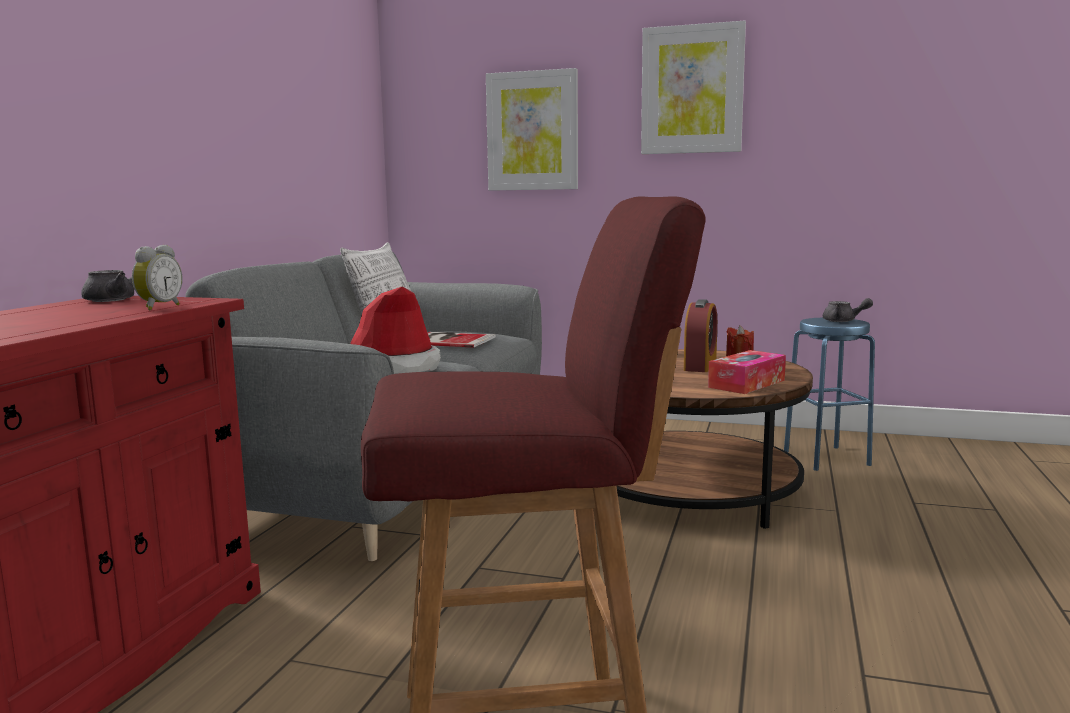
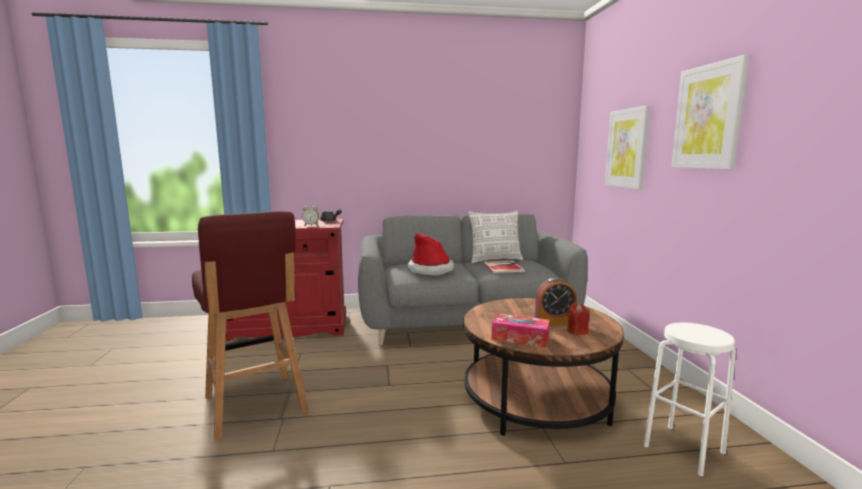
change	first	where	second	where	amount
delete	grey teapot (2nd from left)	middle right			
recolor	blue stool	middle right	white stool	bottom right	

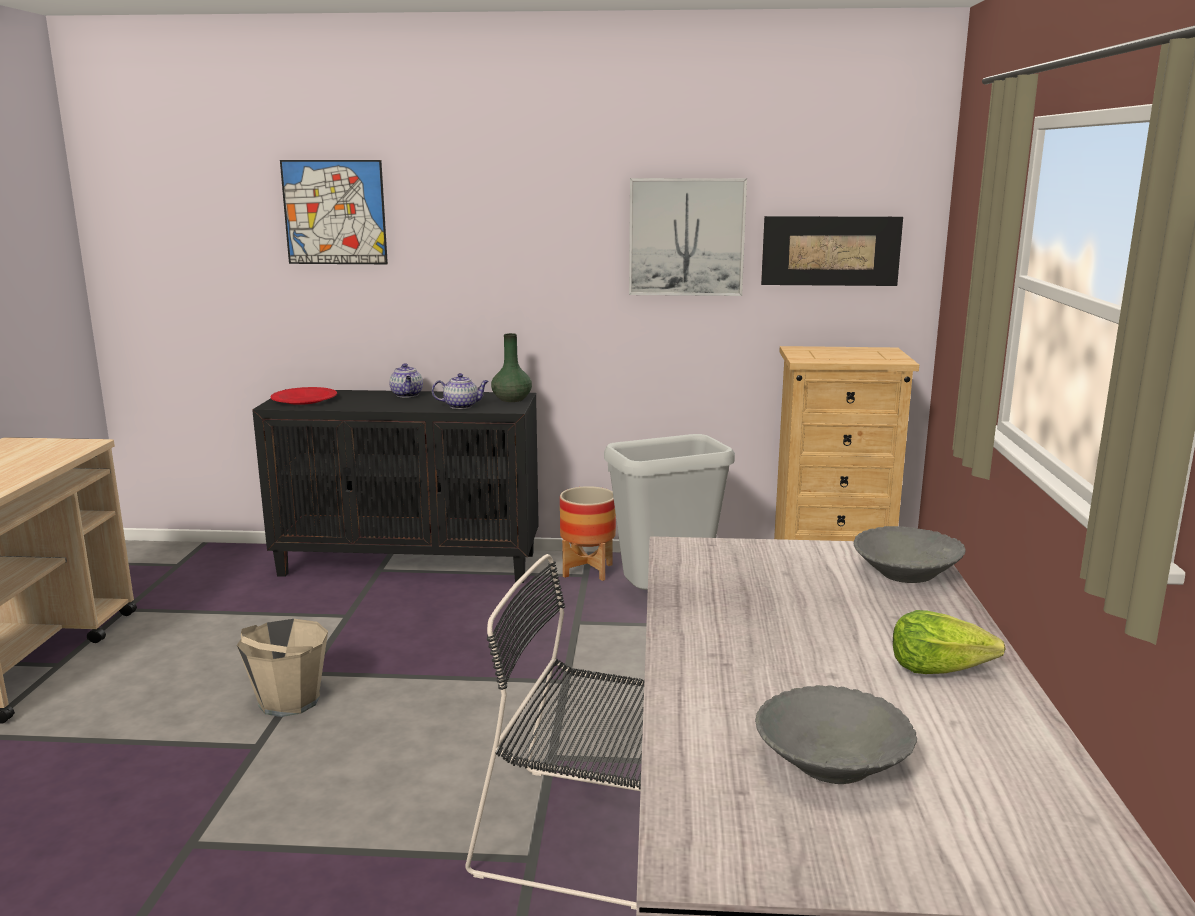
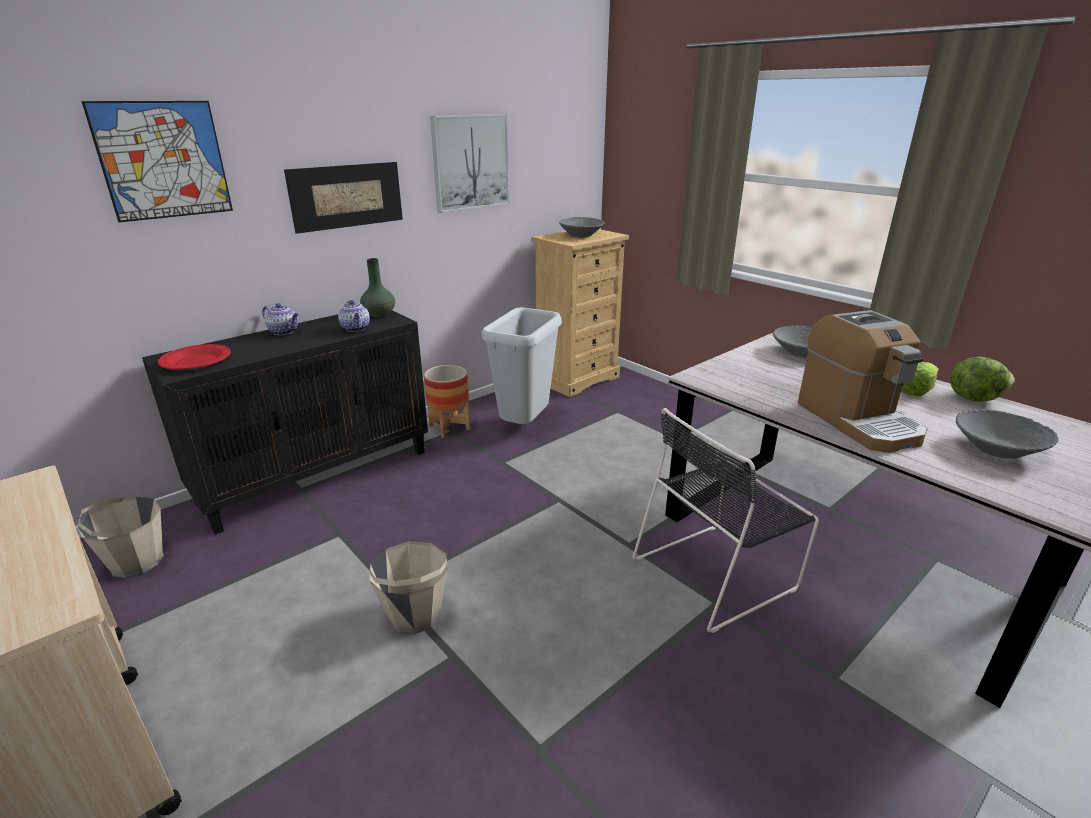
change	first	where	second	where	amount
move	picture (3rd from left in the first image)	top right	picture (2nd from left)	top left	
rotate	teapot (2nd from left)	centre		middle left	120 degrees clockwise
insert			grey bowl (1st from left)	top centre	
insert			coffee machine	middle right	
insert			lettuce (2nd from left)	middle right	
insert			beige bucket (1st from left)	middle left	

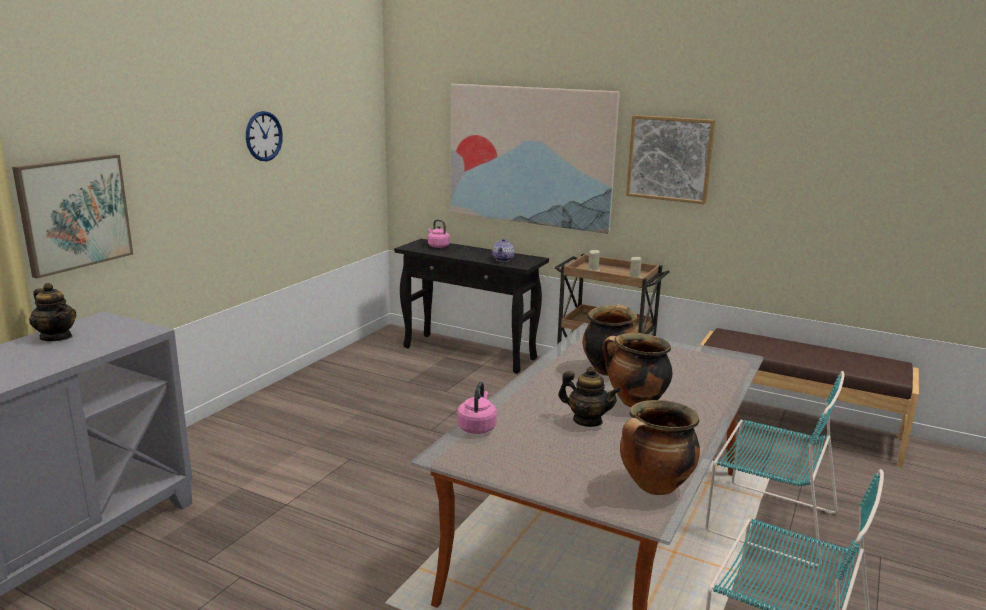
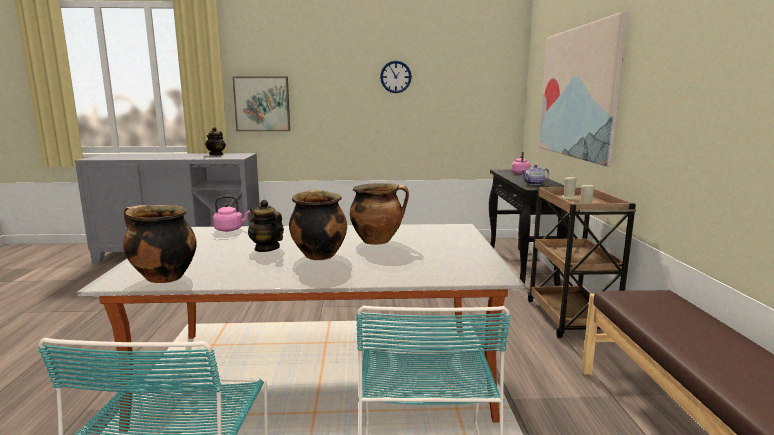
change	first	where	second	where	amount
delete	picture (3rd from left)	top right			
rotate	teapot (3rd from left in the first image)	centre	teapot (2nd from left)	centre	135 degrees clockwise

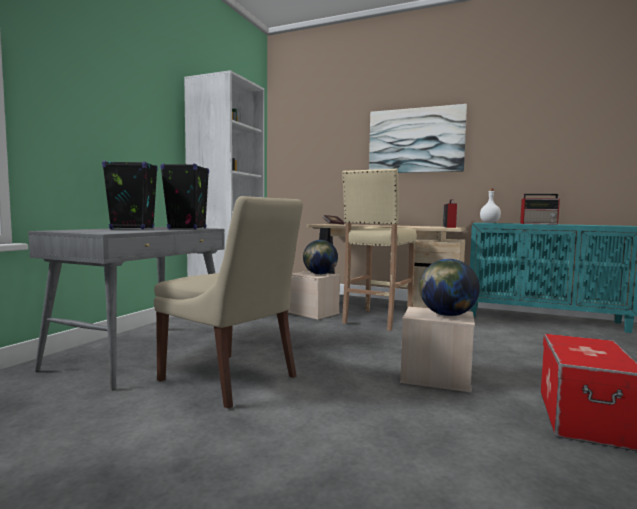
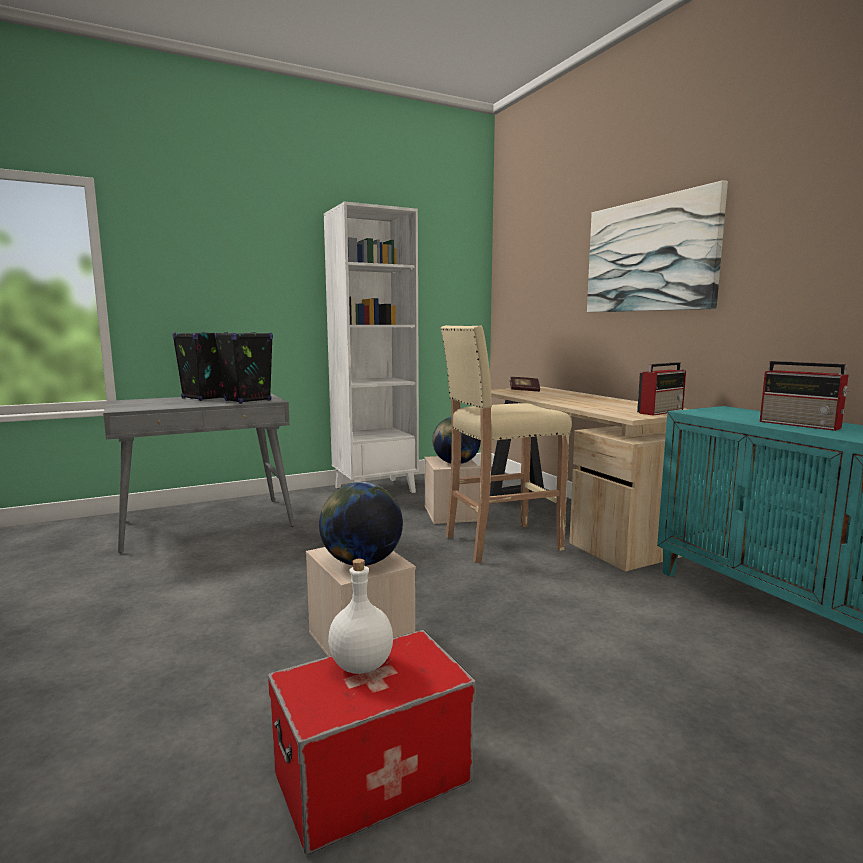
change	first	where	second	where	amount
move	white bottle	middle right		bottom centre	
delete	beige chair	centre			

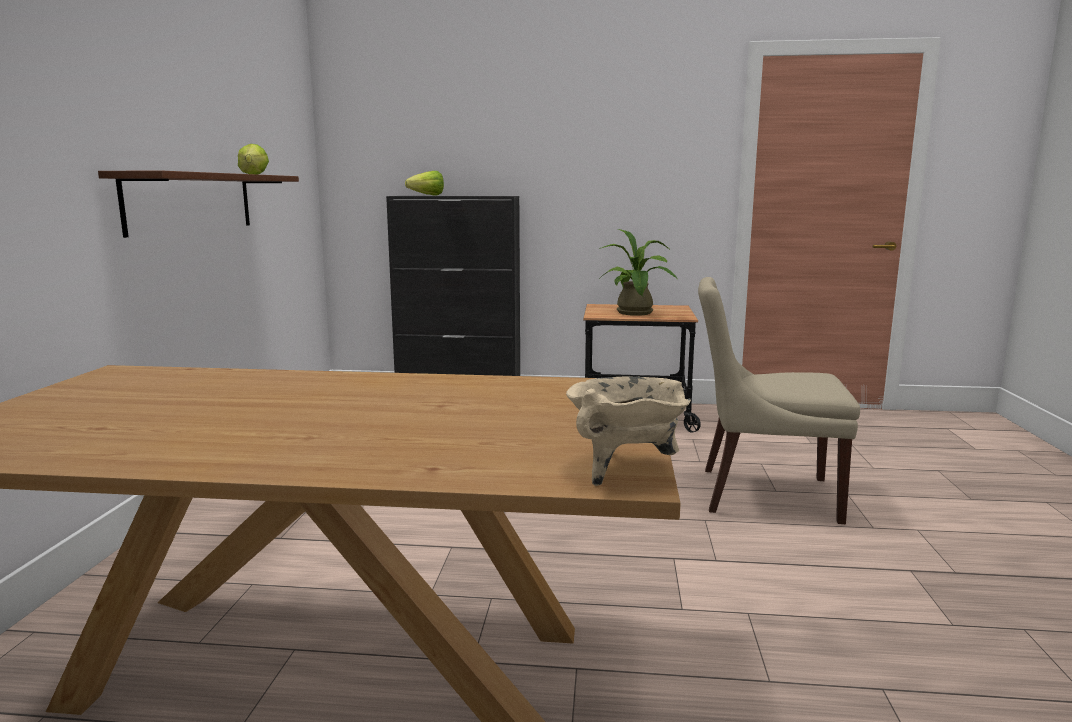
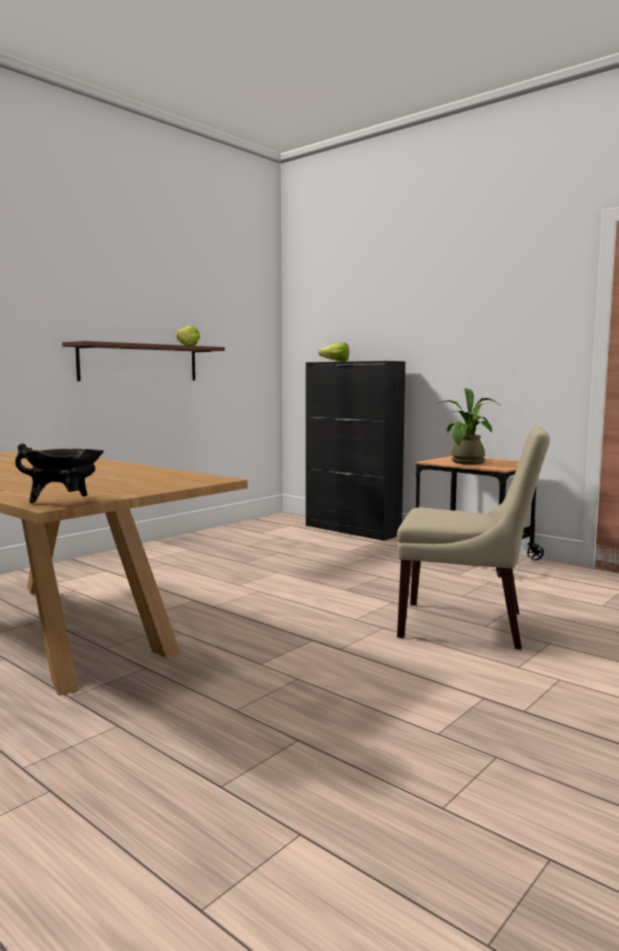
change	first	where	second	where	amount
rotate	beige chair	middle right		middle right	150 degrees clockwise
recolor	beige cooking pot	centre	black cooking pot	middle left	

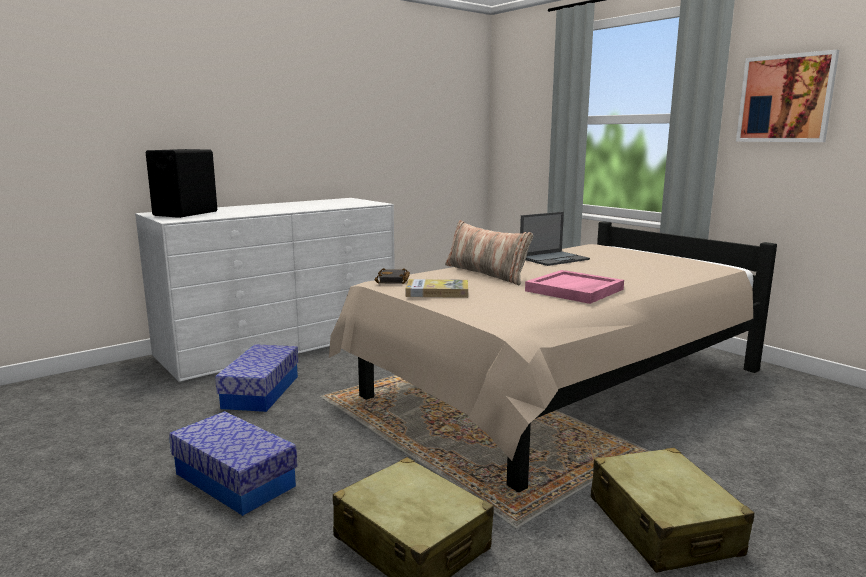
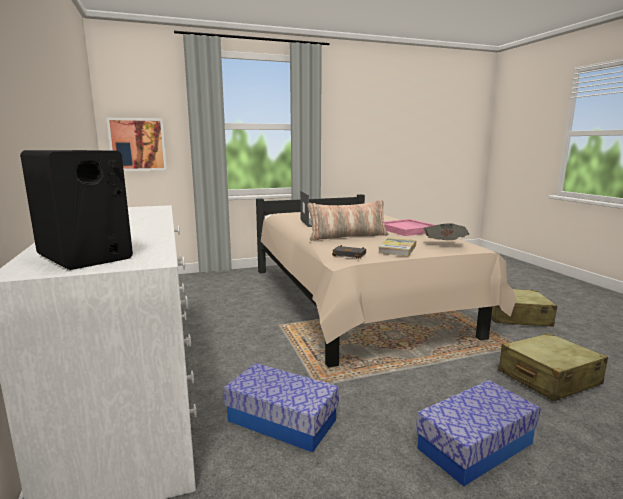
change	first	where	second	where	amount
move	picture	top right		top left	
insert			newspaper	middle right	

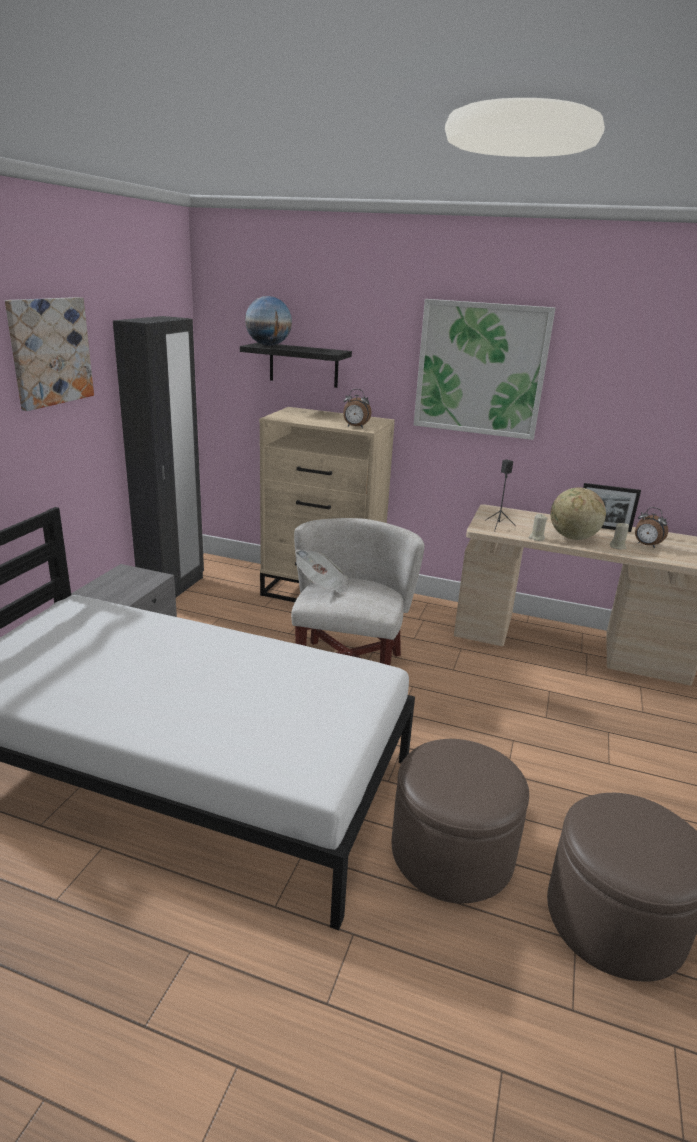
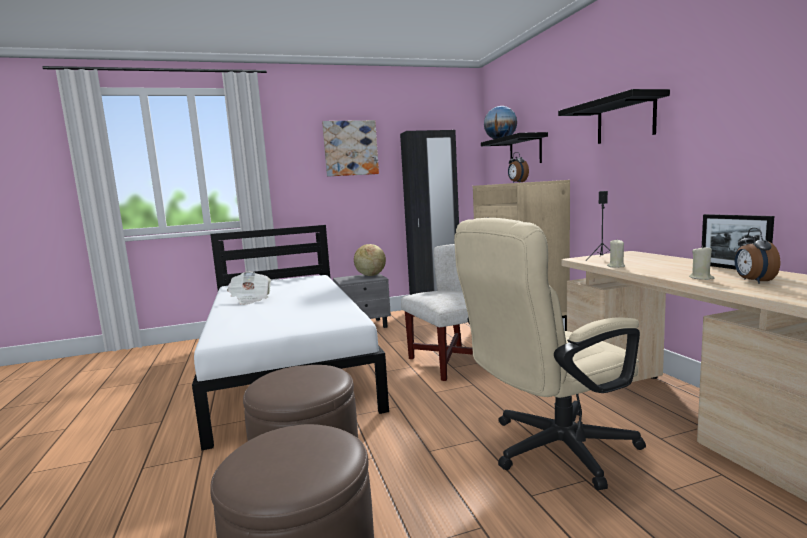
change	first	where	second	where	amount
replace	picture (2nd from left)	top right	black shelf (2nd from left)	top right	
move	globe (2nd from left in the first image)	middle right	globe (1st from left)	centre	
move	newspaper	centre		middle left	
insert			beige office chair	middle right	

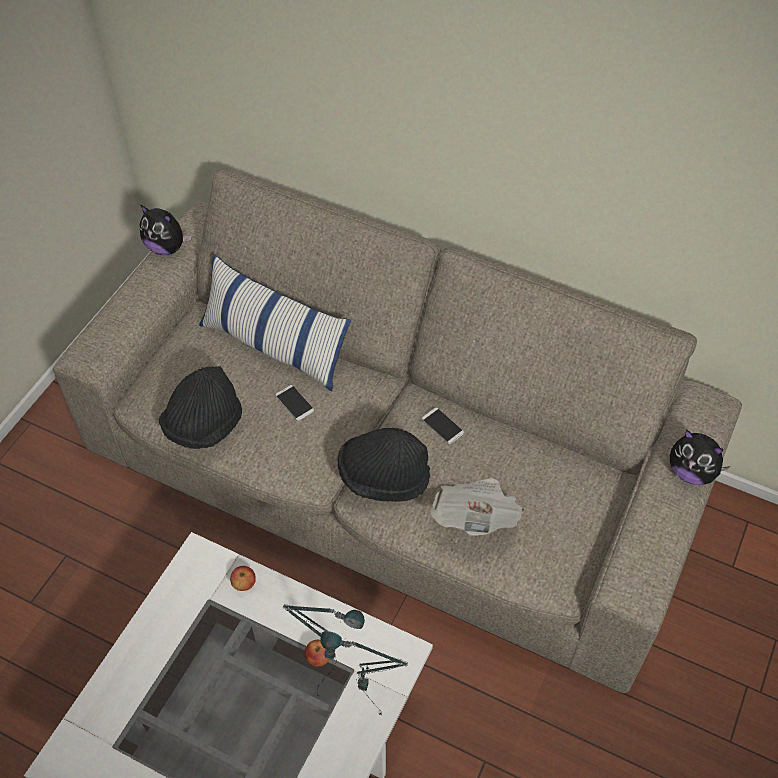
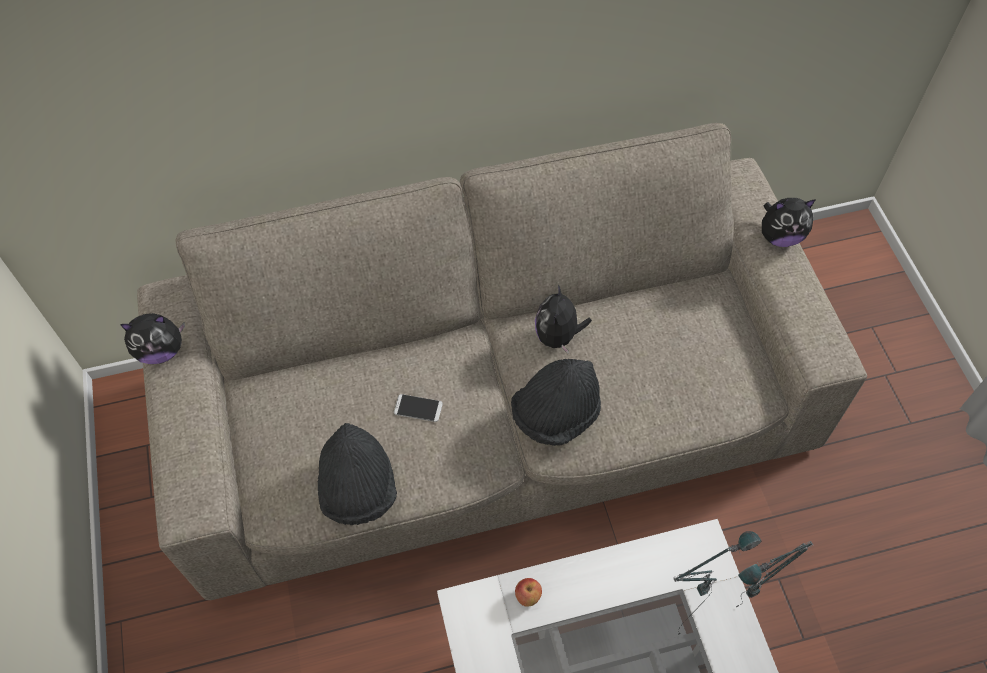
change	first	where	second	where	amount
delete	pillow	centre			
replace	phone (2nd from left)	centre	plush toy (2nd from left)	centre	
delete	newspaper	centre			
delete	apple (2nd from left)	bottom centre			

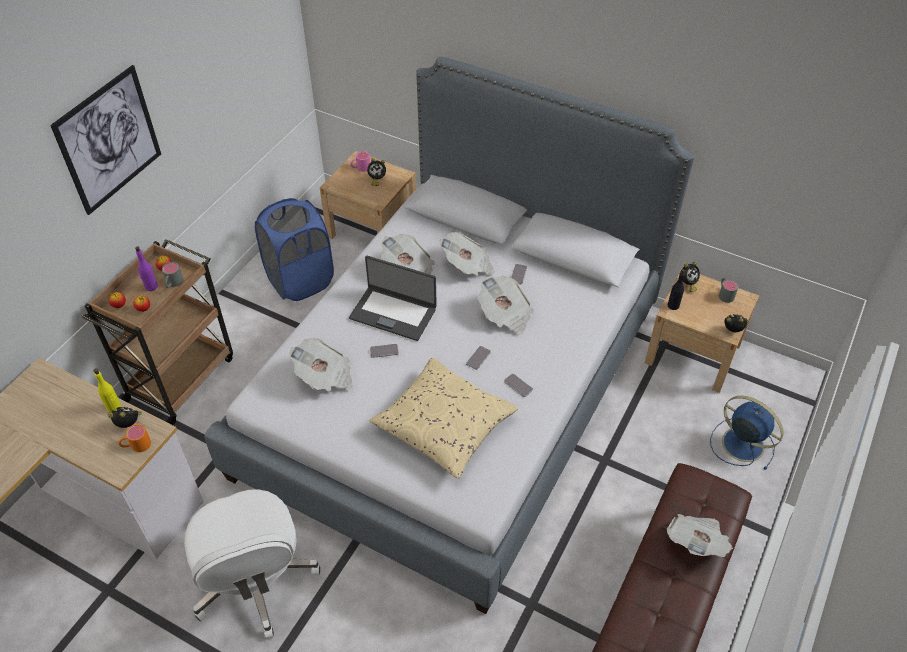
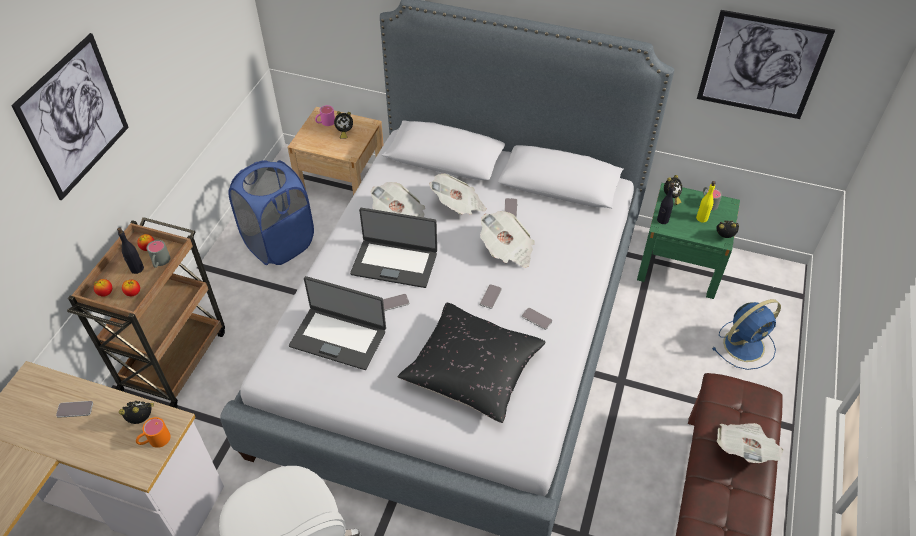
change	first	where	second	where	amount
recolor	purple bottle	middle left	black bottle (1st from left)	middle left	
recolor	beige nightstand (2nd from left)	middle right	green nightstand	middle right	
replace	newspaper (1st from left)	centre	laptop (1st from left)	centre	
recolor	beige pillow	centre	black pillow	bottom centre	
move	yellow bottle	middle left		middle right	
rotate	blue fan	middle right		middle right	120 degrees clockwise
insert			picture (2nd from left)	top right	
insert			phone (1st from left)	bottom left	

